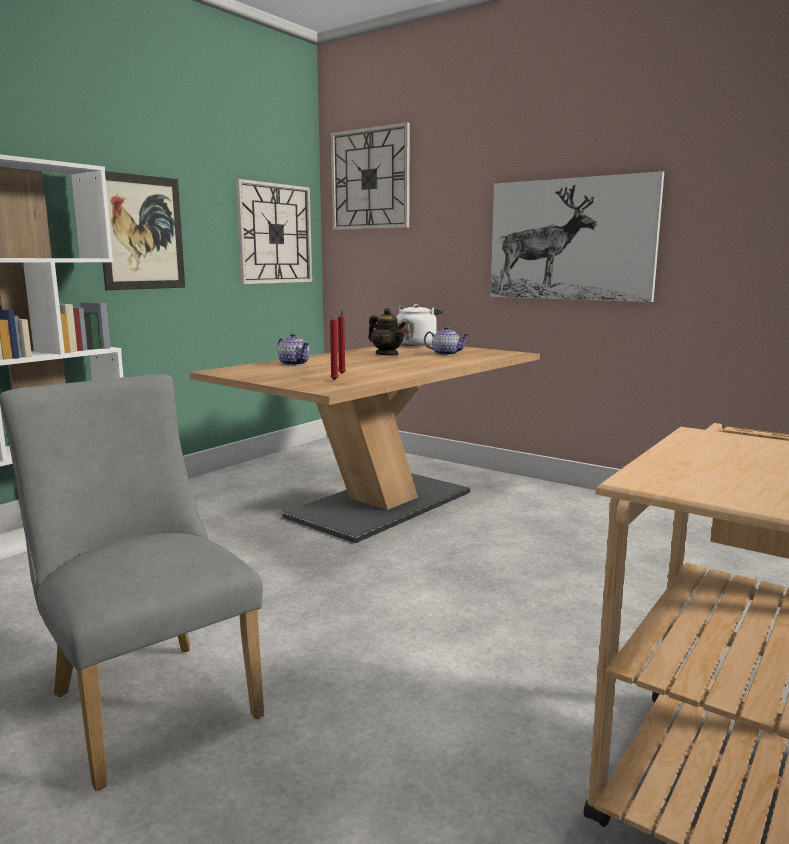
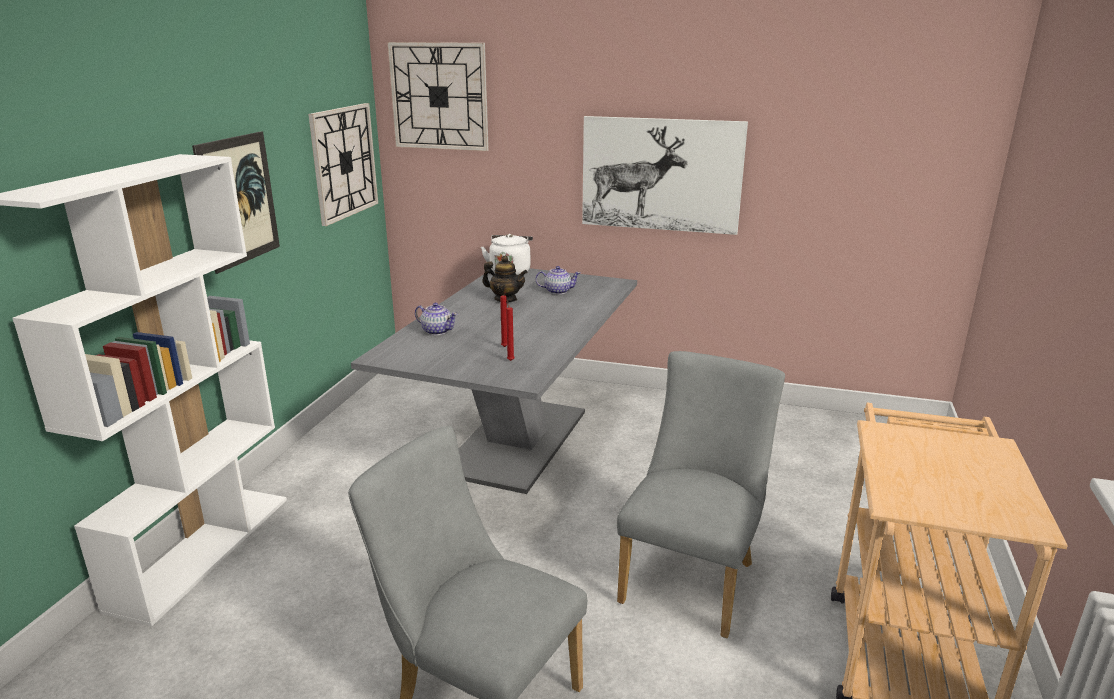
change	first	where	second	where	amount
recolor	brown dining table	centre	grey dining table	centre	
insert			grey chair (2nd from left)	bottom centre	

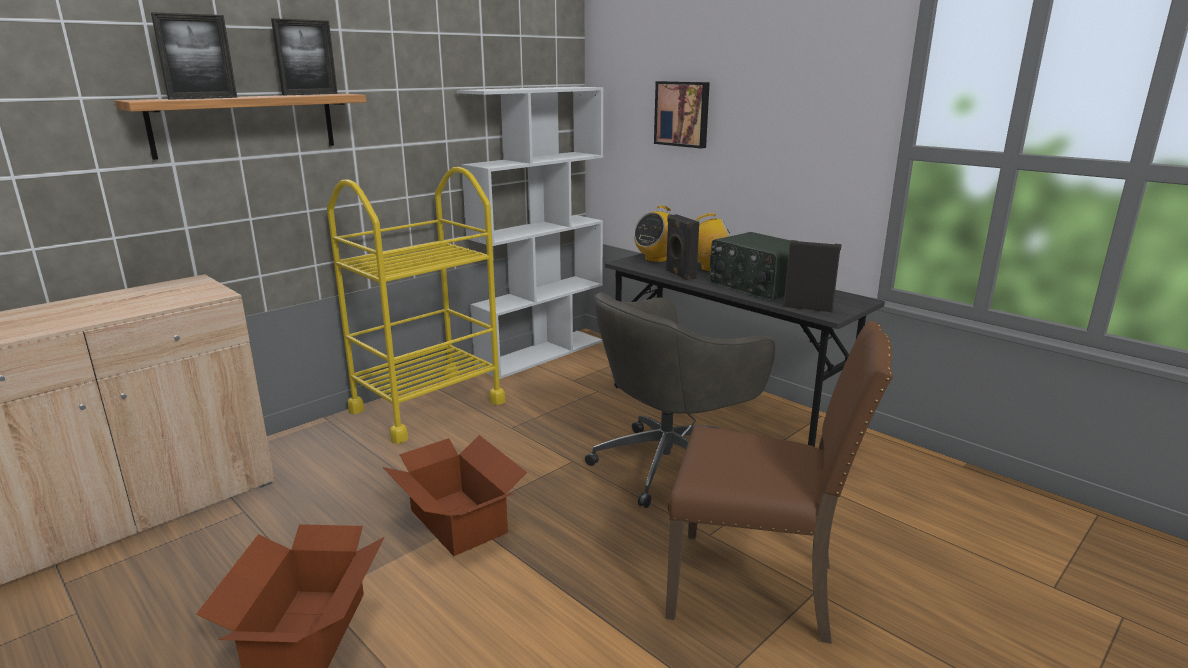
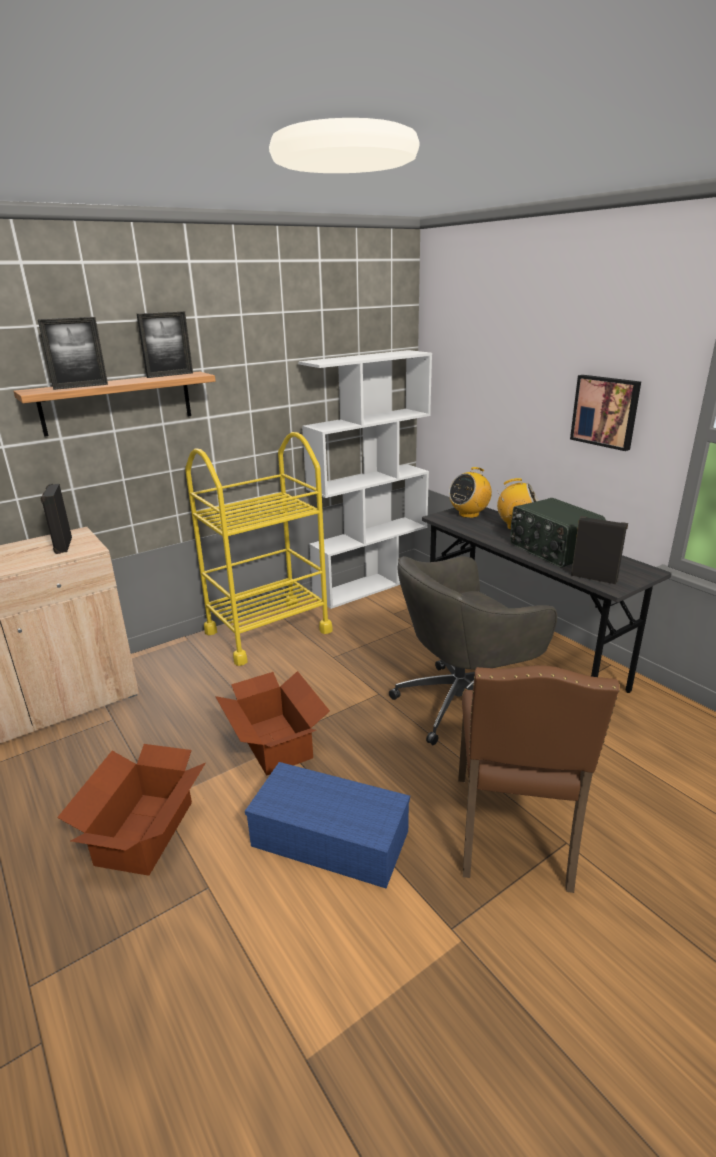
change	first	where	second	where	amount
move	picture	top centre		middle right	
move	black speaker (1st from left)	centre		middle left	
rotate	brown chair	bottom centre		bottom right	75 degrees clockwise
insert			blue storage box	bottom centre	

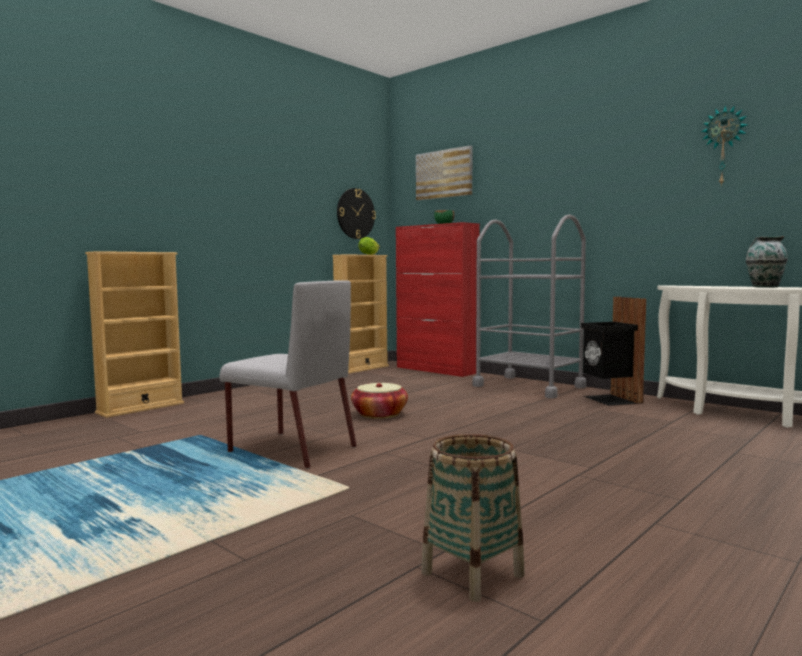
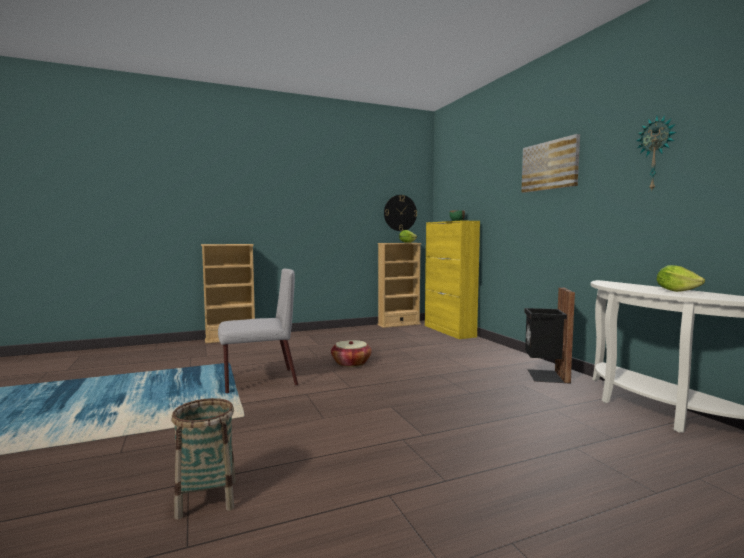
change	first	where	second	where	amount
move	picture	top centre		top right	
delete	grey cart	centre			
recolor	red cabinet	centre	yellow cabinet	centre	
replace	vase	middle right	lettuce (2nd from left)	middle right	
rotate	grey chair	centre		centre	75 degrees counterclockwise

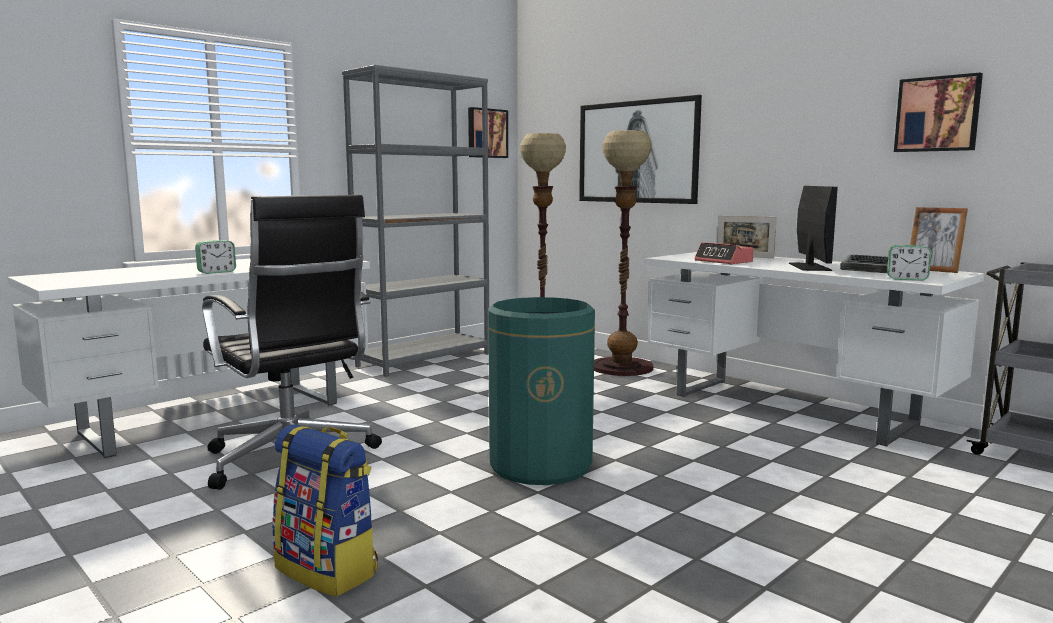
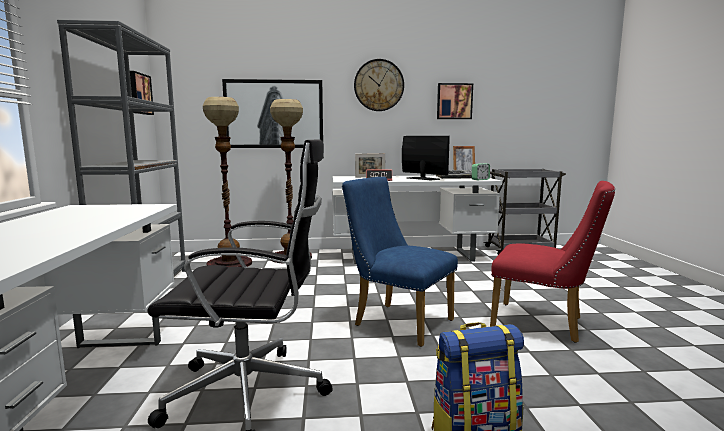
change	first	where	second	where	amount
delete	alarm clock (1st from left)	middle left			
replace	green trash can	centre	blue chair	centre	
insert			wall clock	top centre	
insert			red chair	middle right	

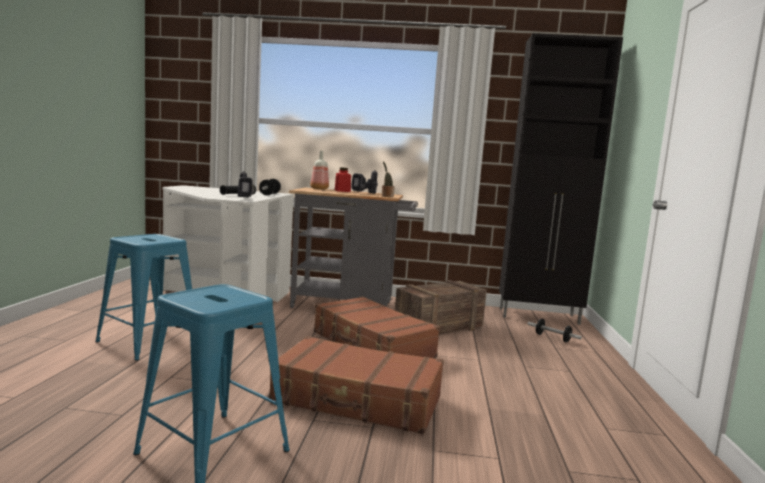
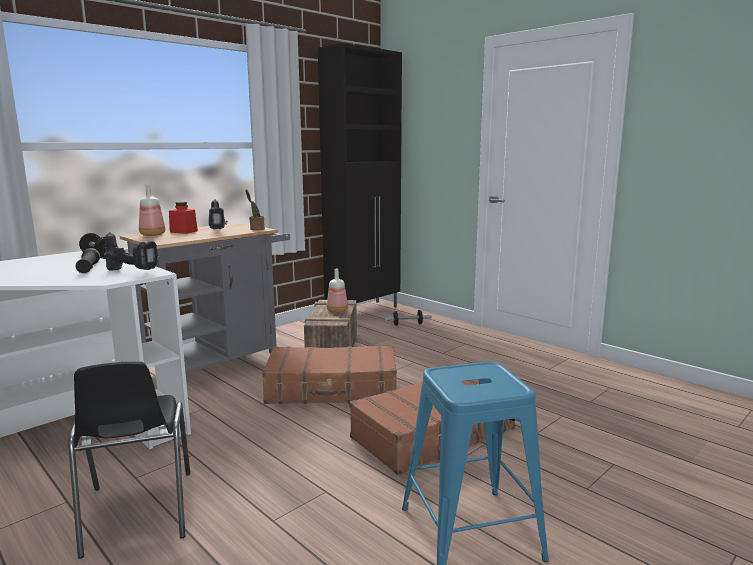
change	first	where	second	where	amount
replace	blue stool (1st from left)	middle left	black chair	bottom left	
insert			bottle (2nd from left)	centre	

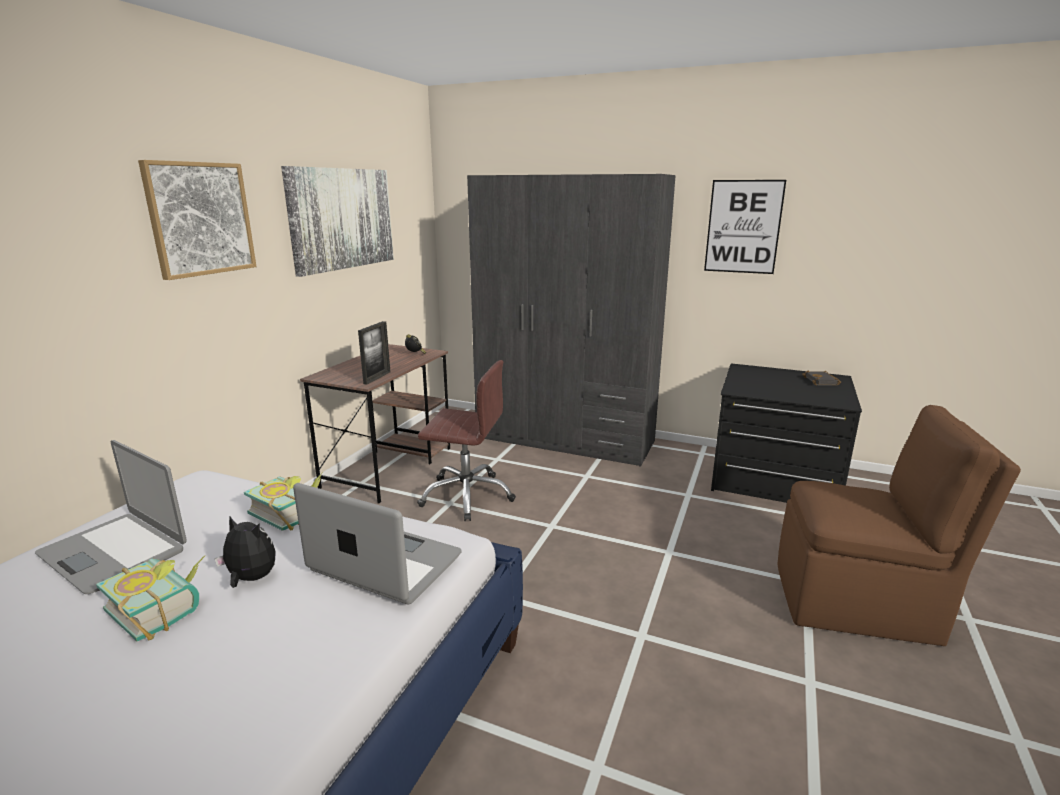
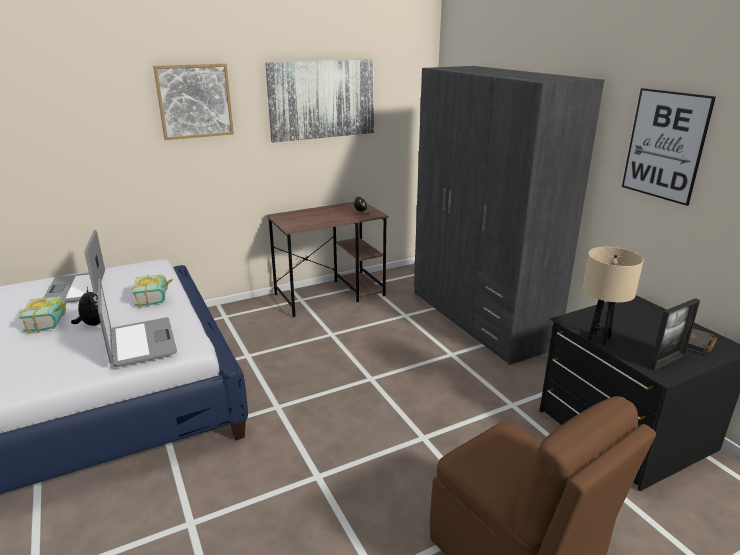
change	first	where	second	where	amount
move	picture frame	centre		middle right	
delete	brown office chair	centre			
insert			beige table lamp	middle right	

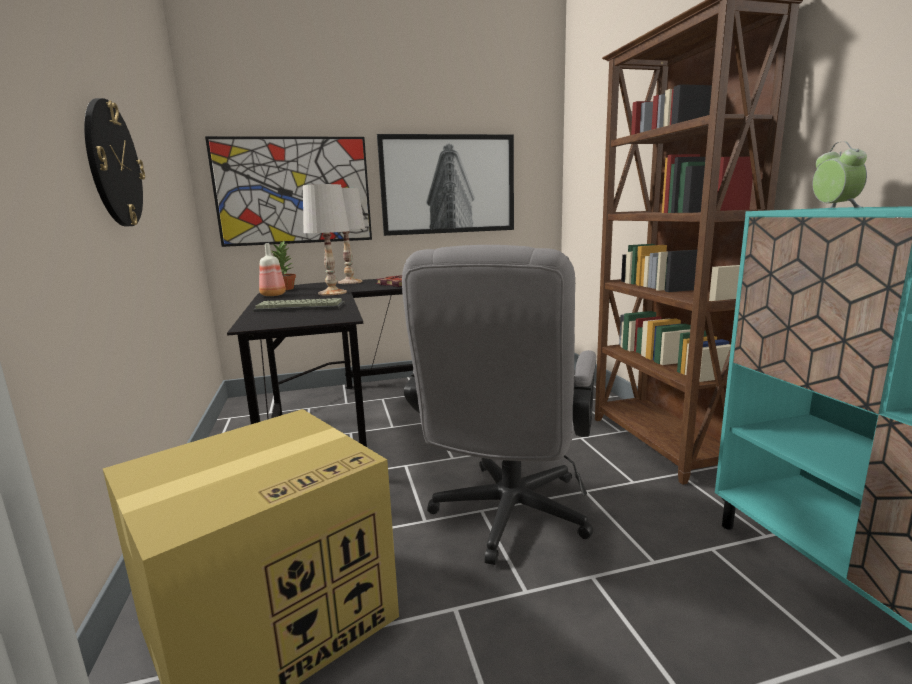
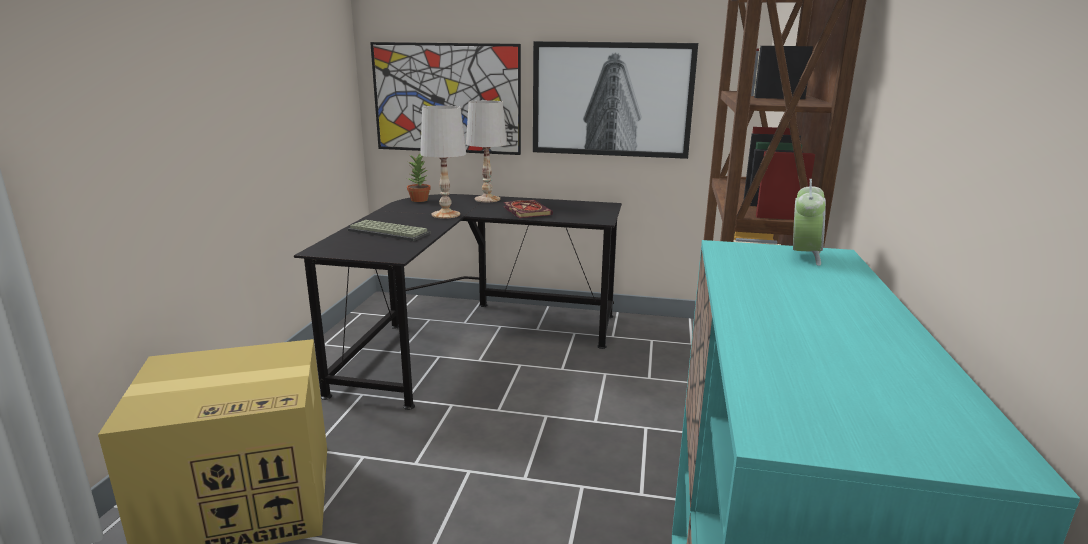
change	first	where	second	where	amount
delete	wall clock	top left			
delete	bottle	middle left			
delete	grey office chair	centre			

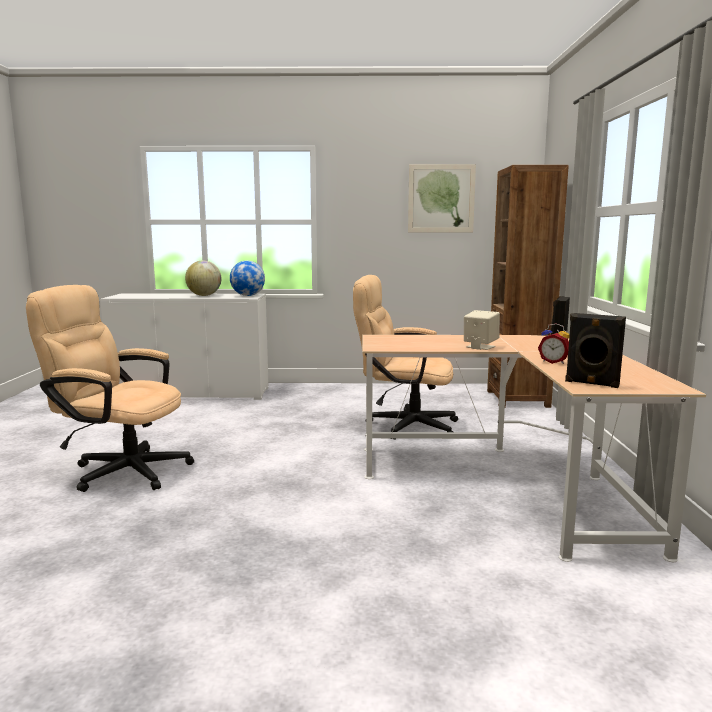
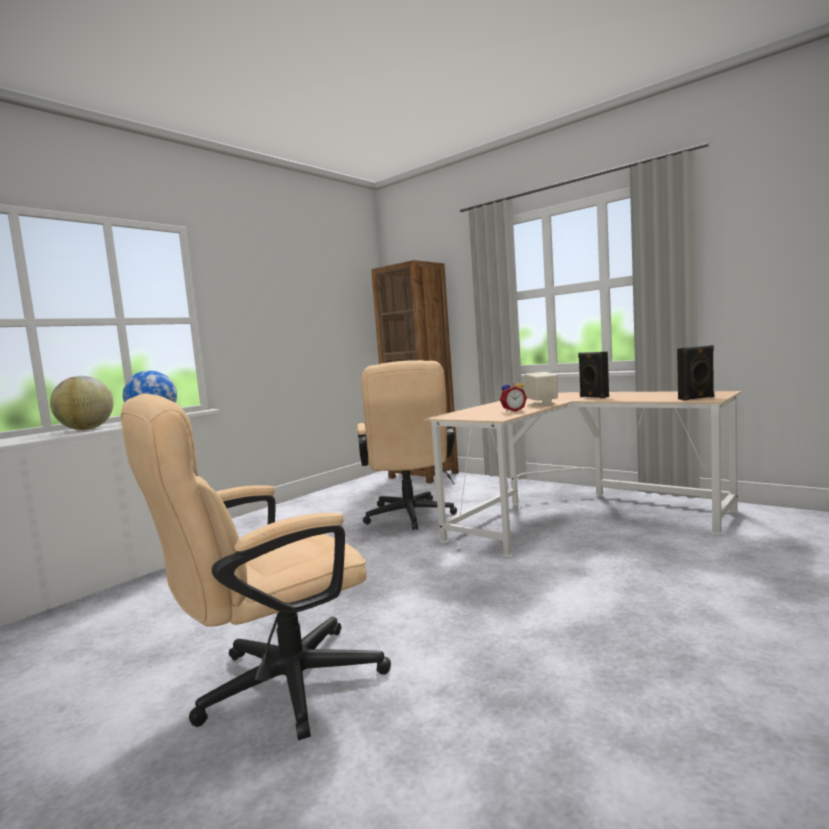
change	first	where	second	where	amount
delete	picture	top centre			
rotate	beige office chair (2nd from left)	centre		centre	60 degrees counterclockwise
move	alarm clock	middle right		centre	

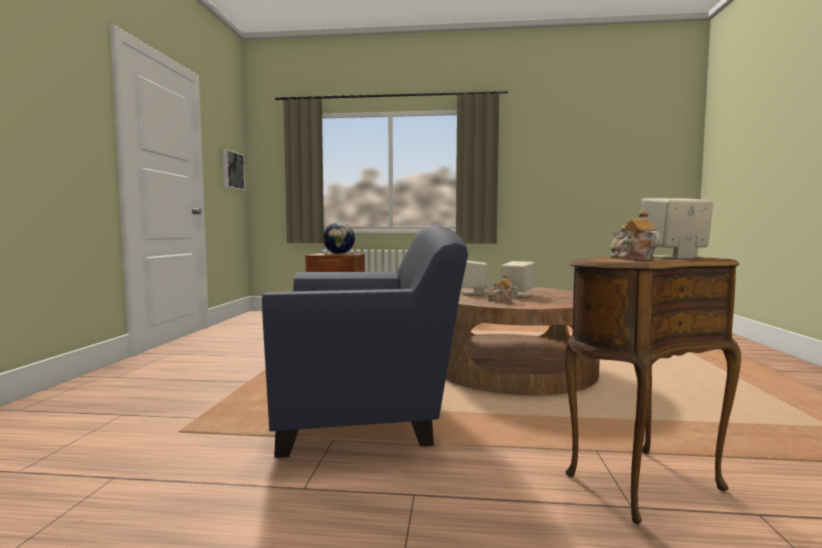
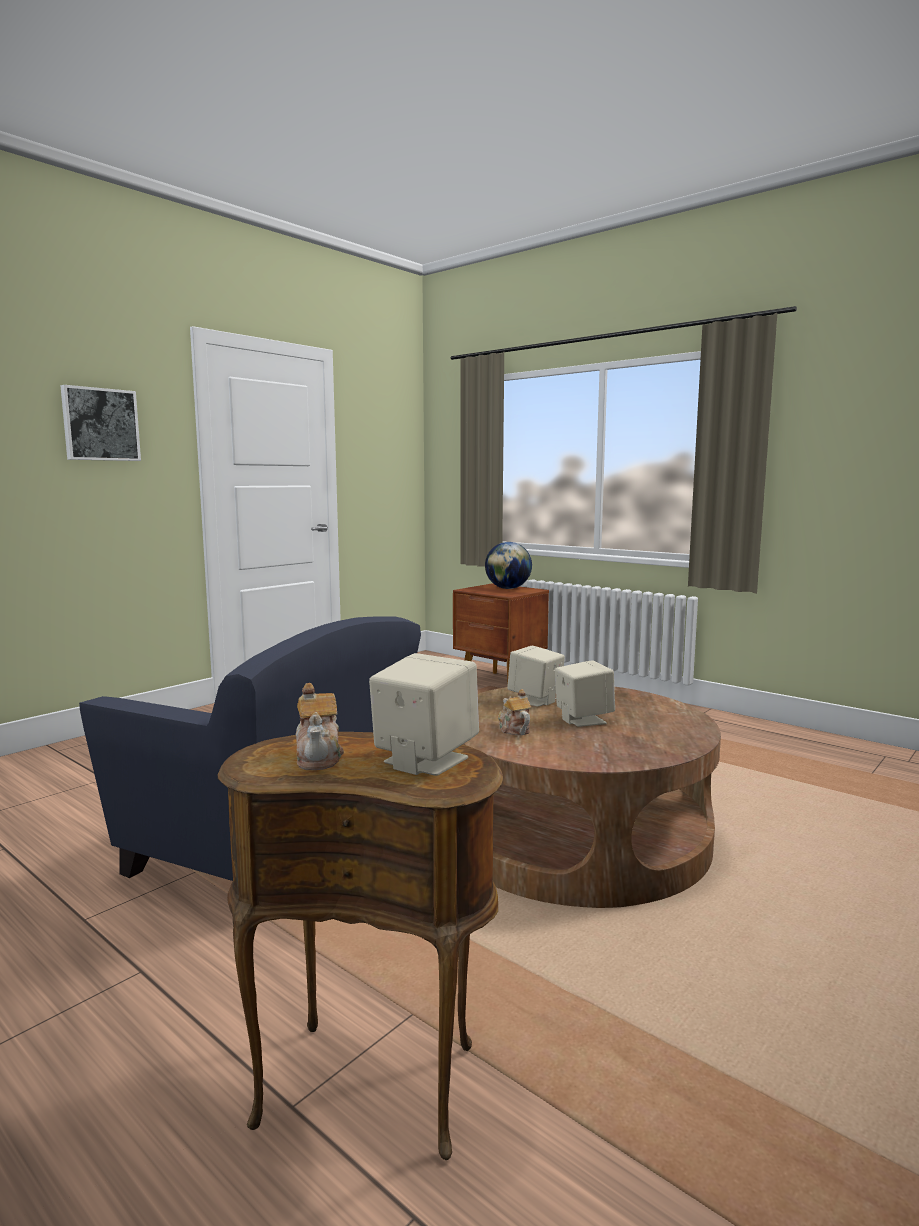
change	first	where	second	where	amount
move	picture	top left		middle left	
rotate	teapot (2nd from left in the first image)	middle right	teapot (1st from left)	centre	150 degrees clockwise

